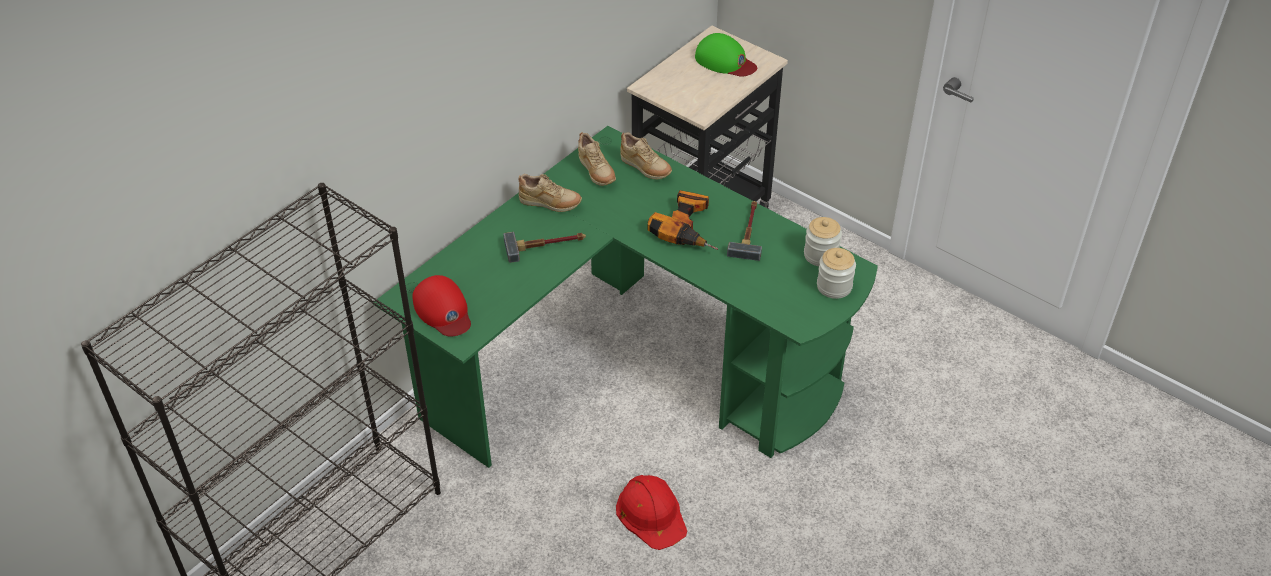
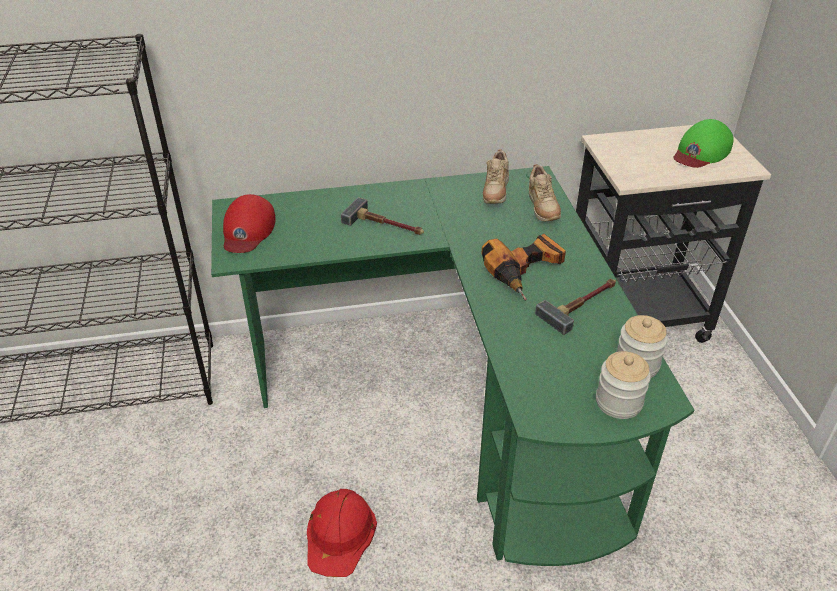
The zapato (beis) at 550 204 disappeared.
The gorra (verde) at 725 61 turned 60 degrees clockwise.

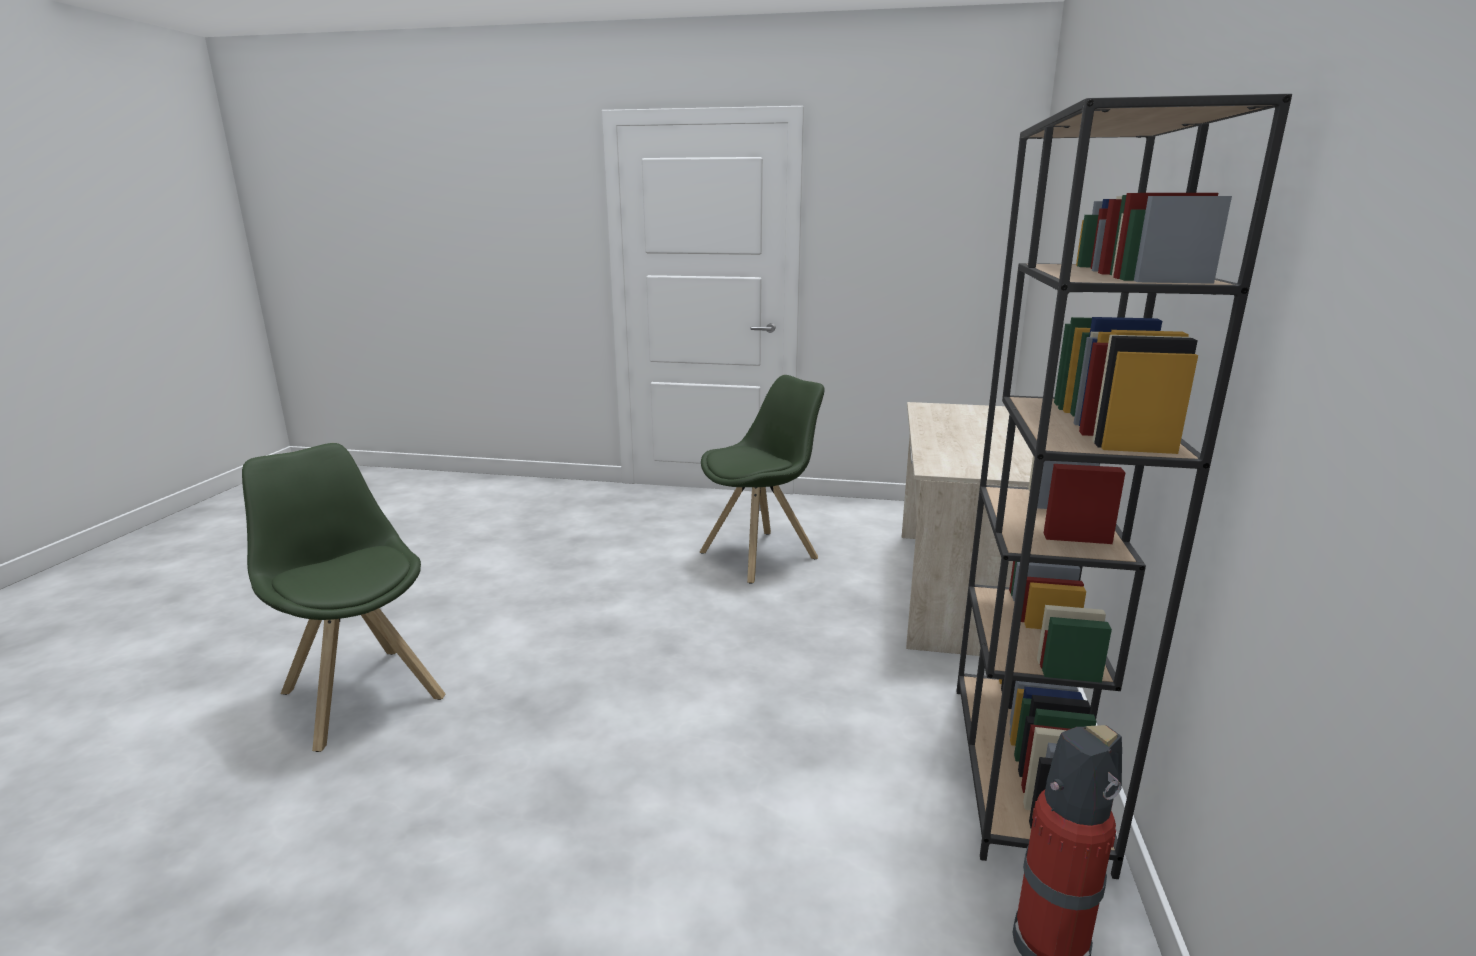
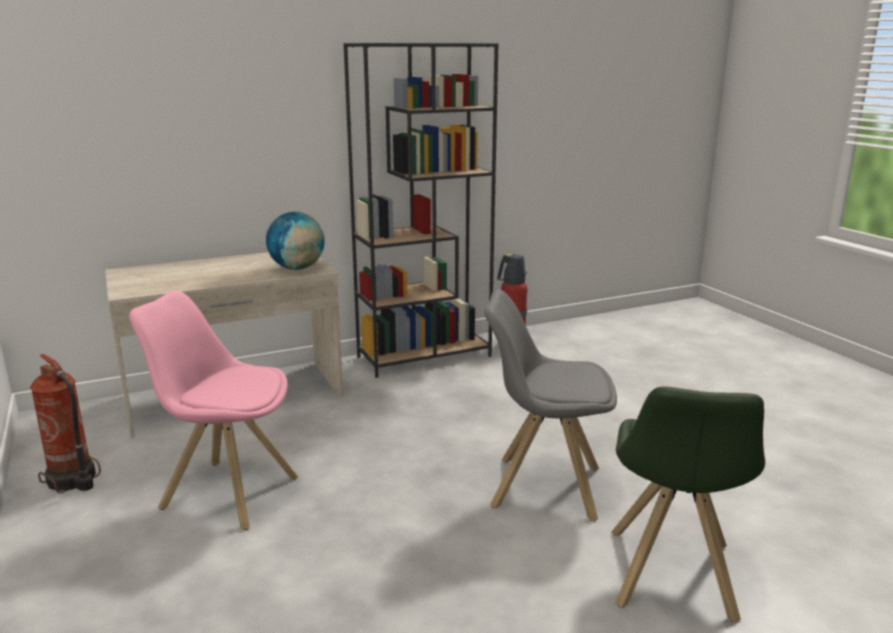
The silla (verde) at 760 555 became the silla (rosa) at 228 492.
The extintor at 72 481 appeared.
The globo terráqueo at 297 268 appeared.
The silla (gris) at 545 487 appeared.

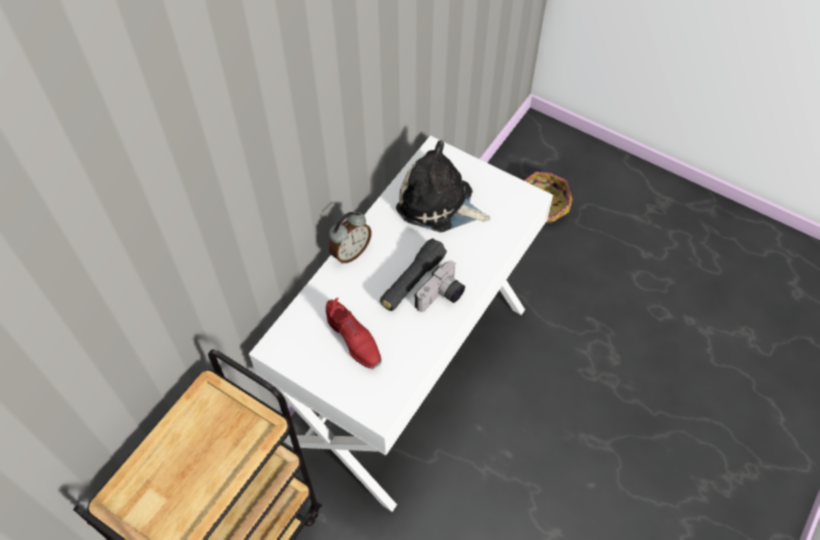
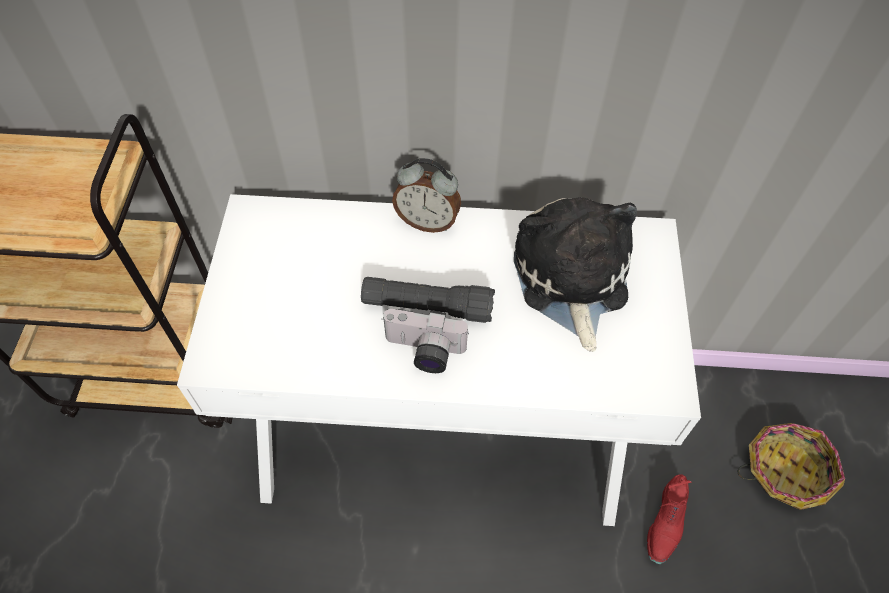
The zapato (rojo) moved from 354 340 to 666 523.

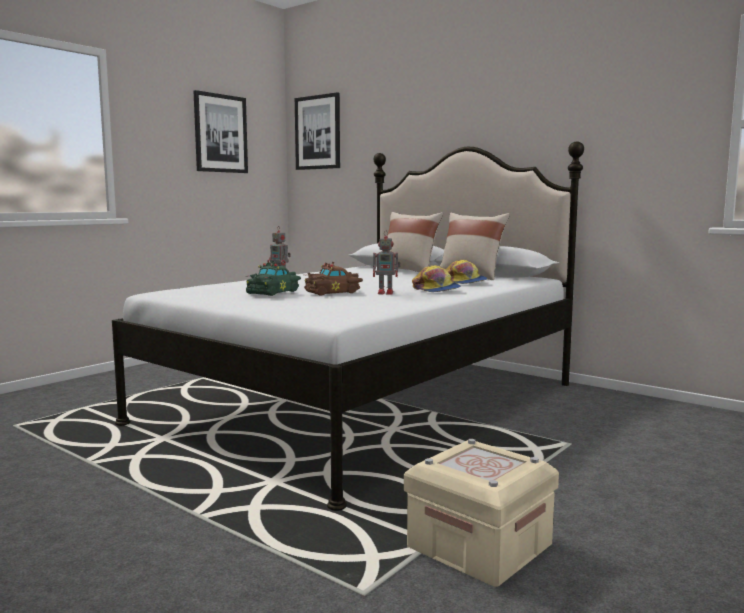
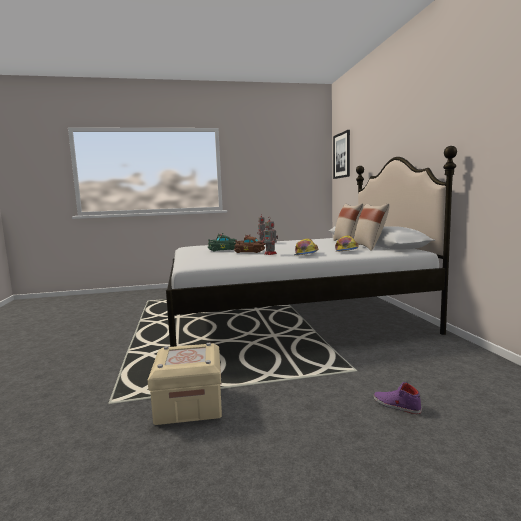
The cuadro at 220 133 disappeared.
The zapato (morado) at 396 405 appeared.

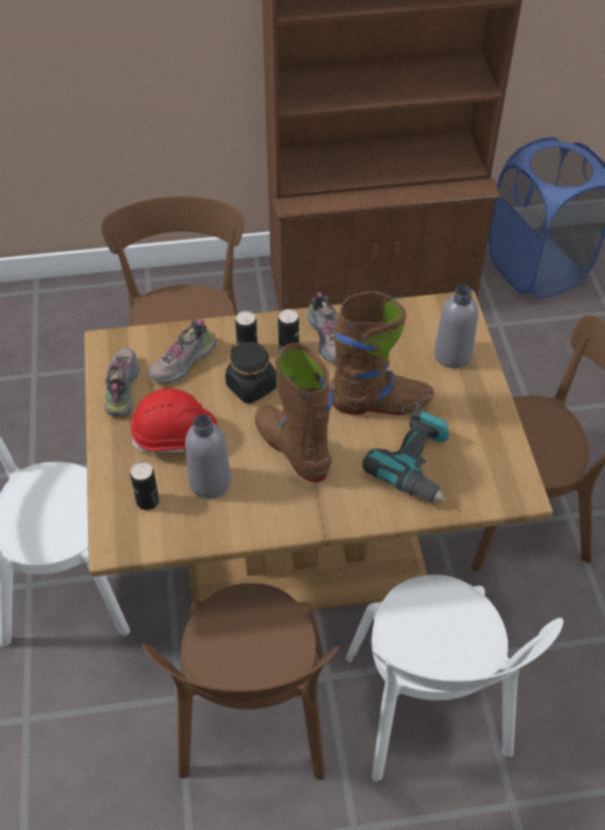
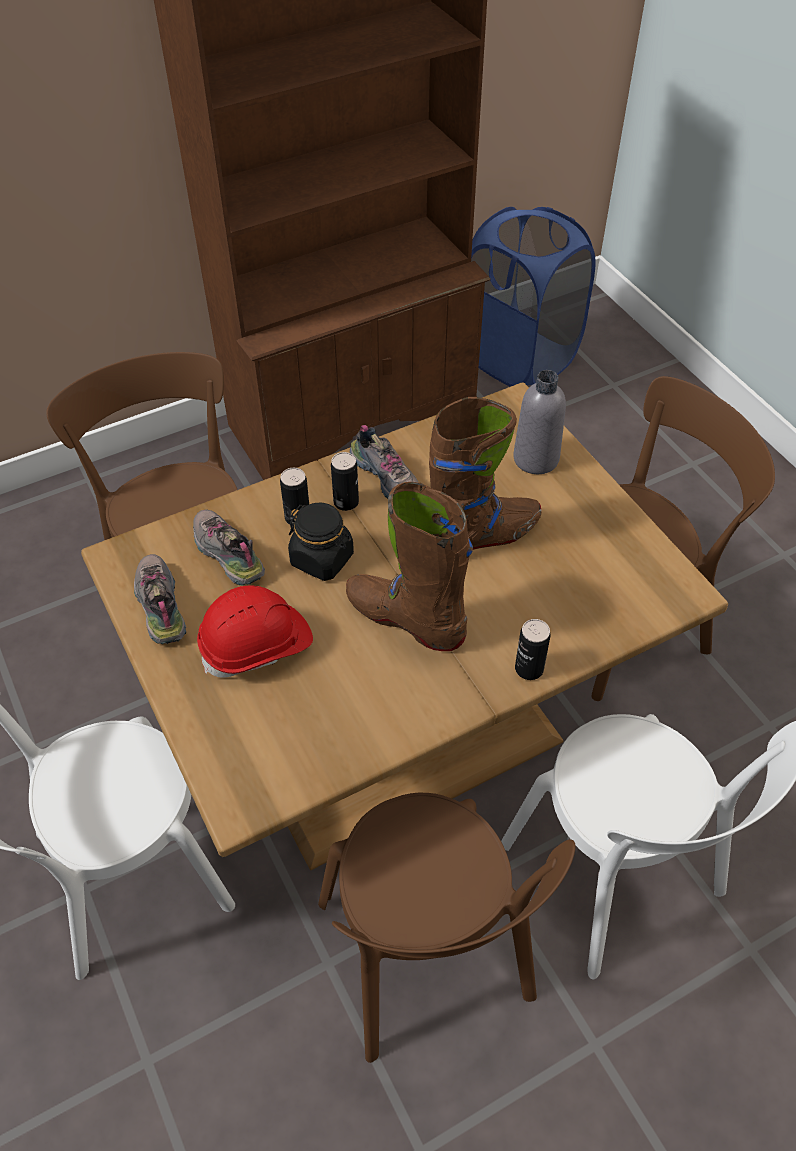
The lata moved from 147 501 to 529 669.
The zapato at 183 363 turned 120 degrees clockwise.
The botella (gris) at 210 482 disappeared.
The taladro at 417 465 disappeared.

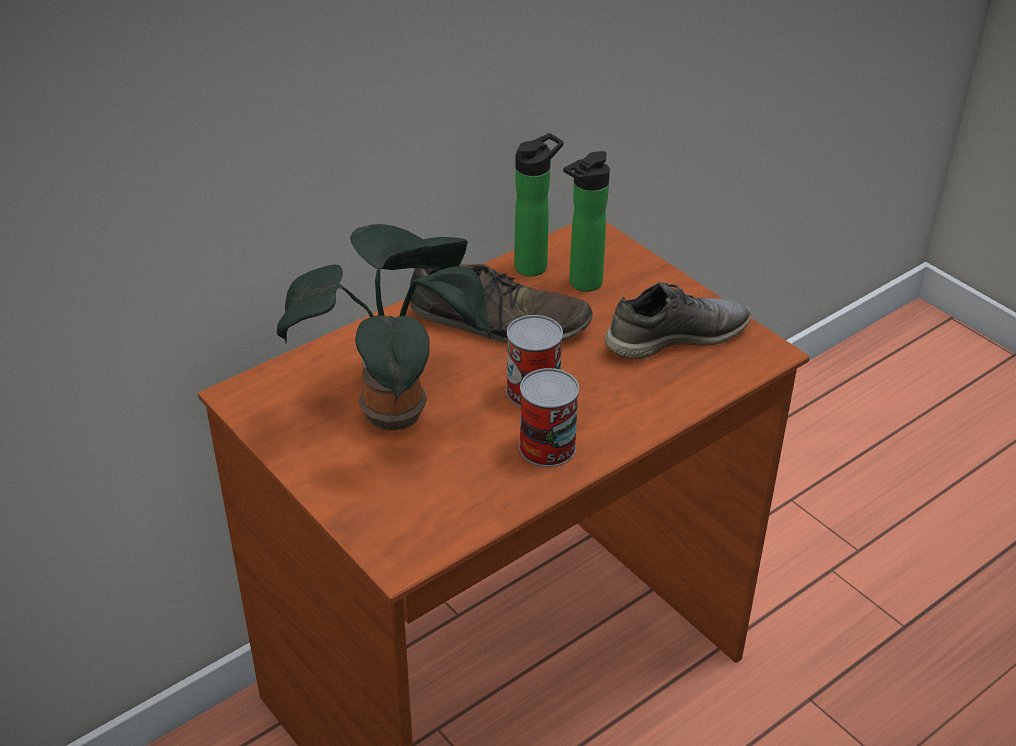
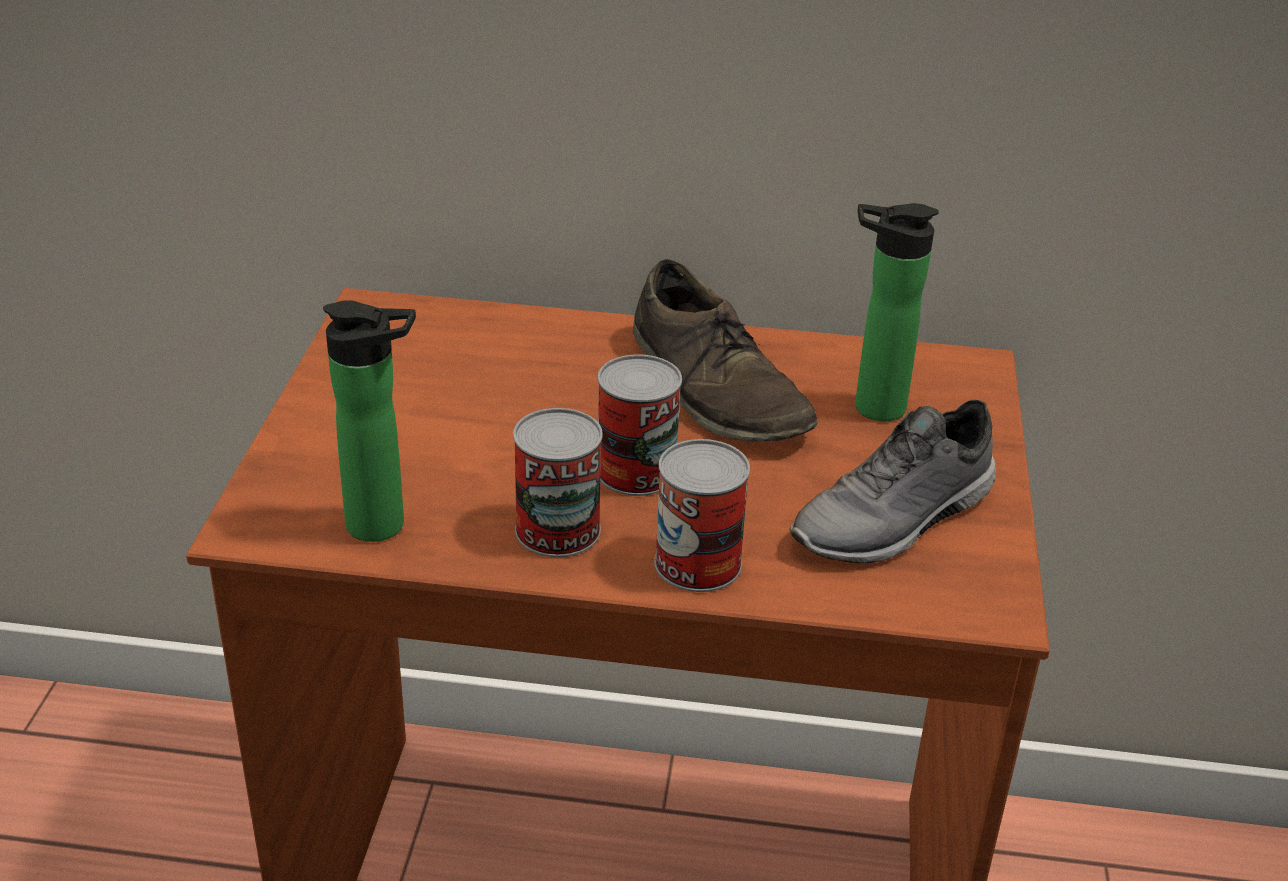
The planta en maceta at 397 410 disappeared.
The botella moved from 535 265 to 384 526.
The zapato (gris) at 675 336 turned 120 degrees clockwise.
The lata at 697 563 appeared.

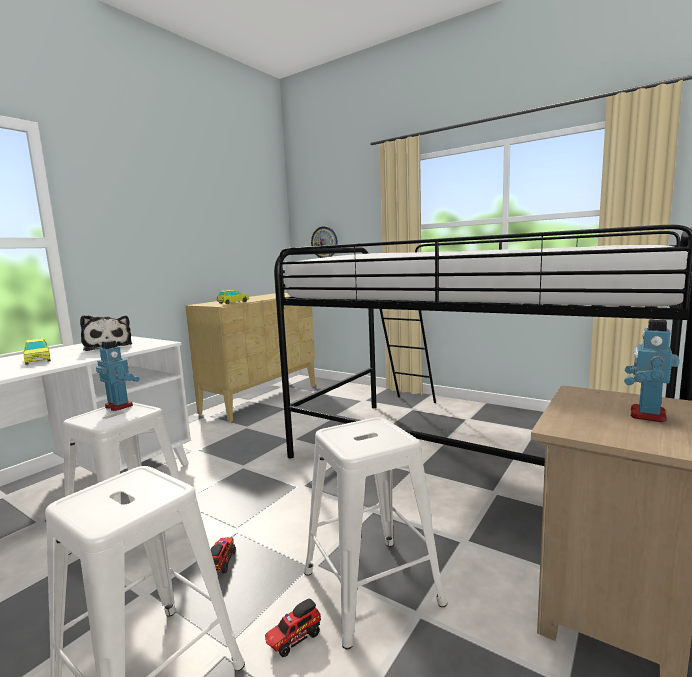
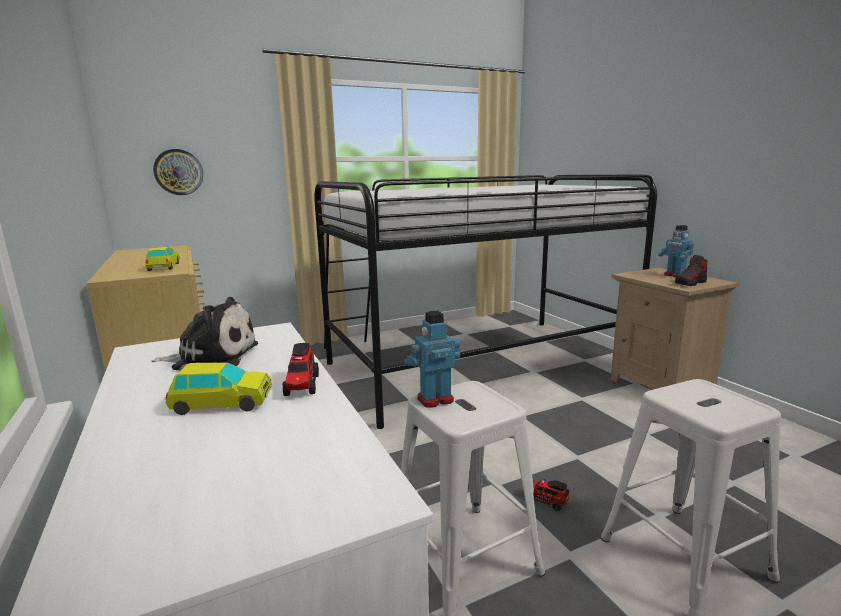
The camión de juguete moved from 293 639 to 302 386.
The taburete (blanco) at 371 588 disappeared.
The zapato at 690 283 appeared.

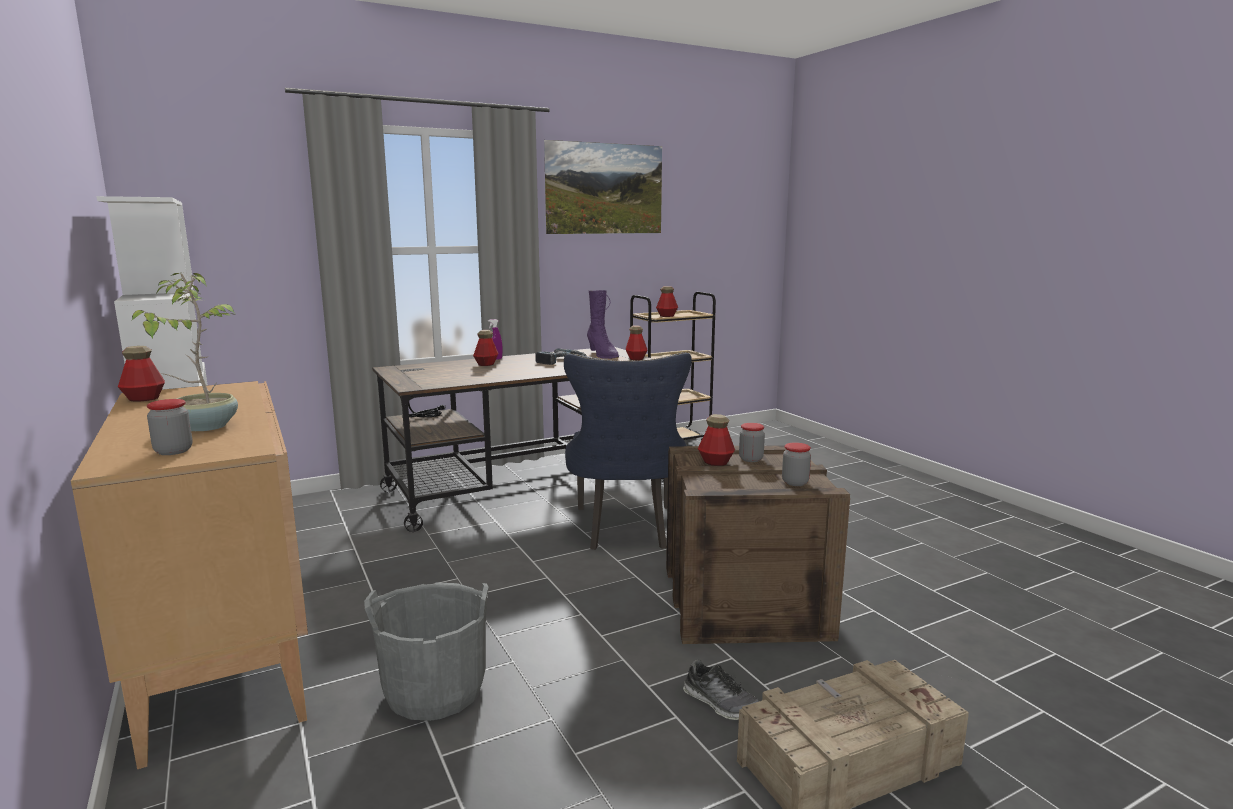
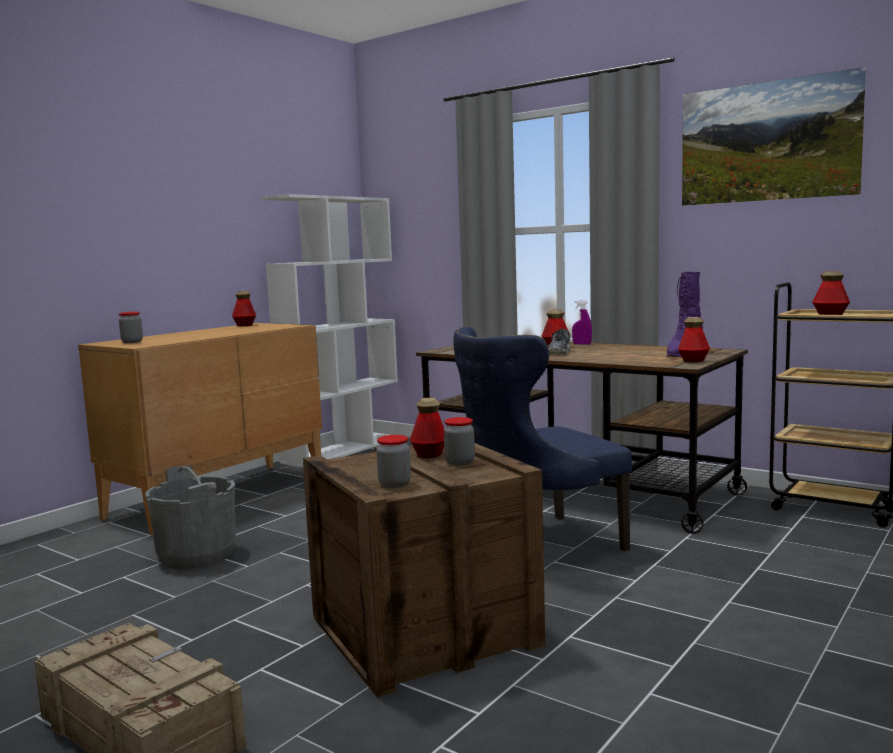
The planta en maceta at 204 426 disappeared.
The taladro at 560 361 disappeared.
The zapato moved from 720 703 to 559 352.

